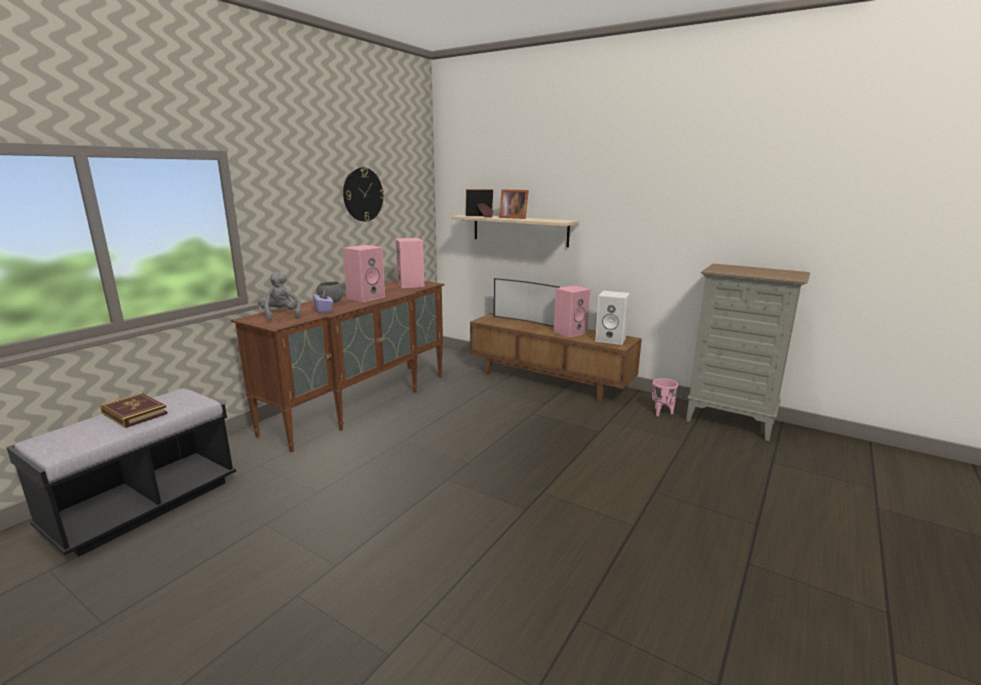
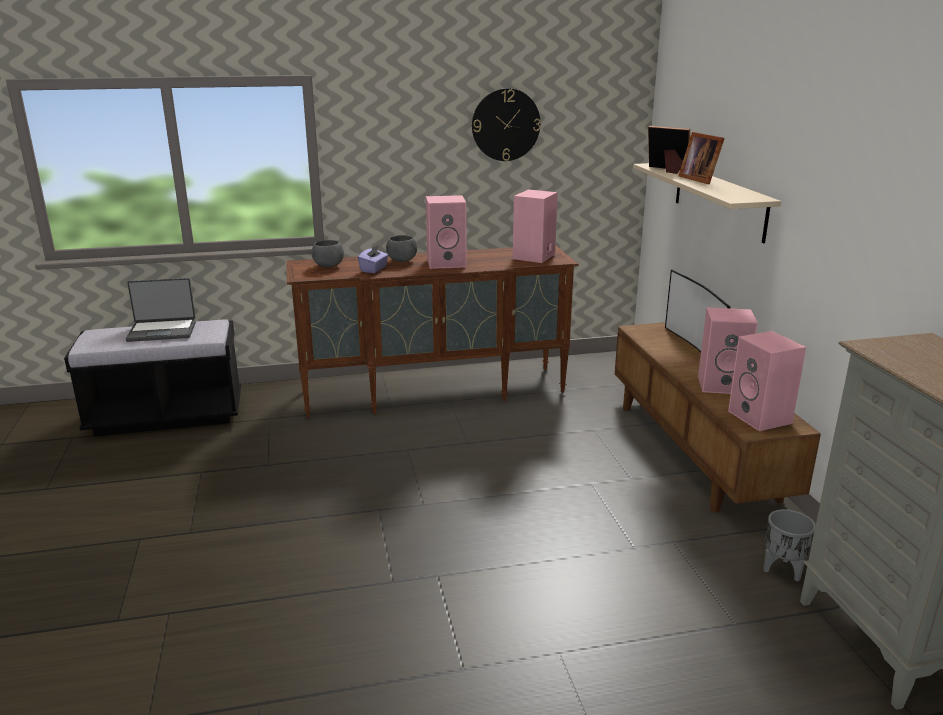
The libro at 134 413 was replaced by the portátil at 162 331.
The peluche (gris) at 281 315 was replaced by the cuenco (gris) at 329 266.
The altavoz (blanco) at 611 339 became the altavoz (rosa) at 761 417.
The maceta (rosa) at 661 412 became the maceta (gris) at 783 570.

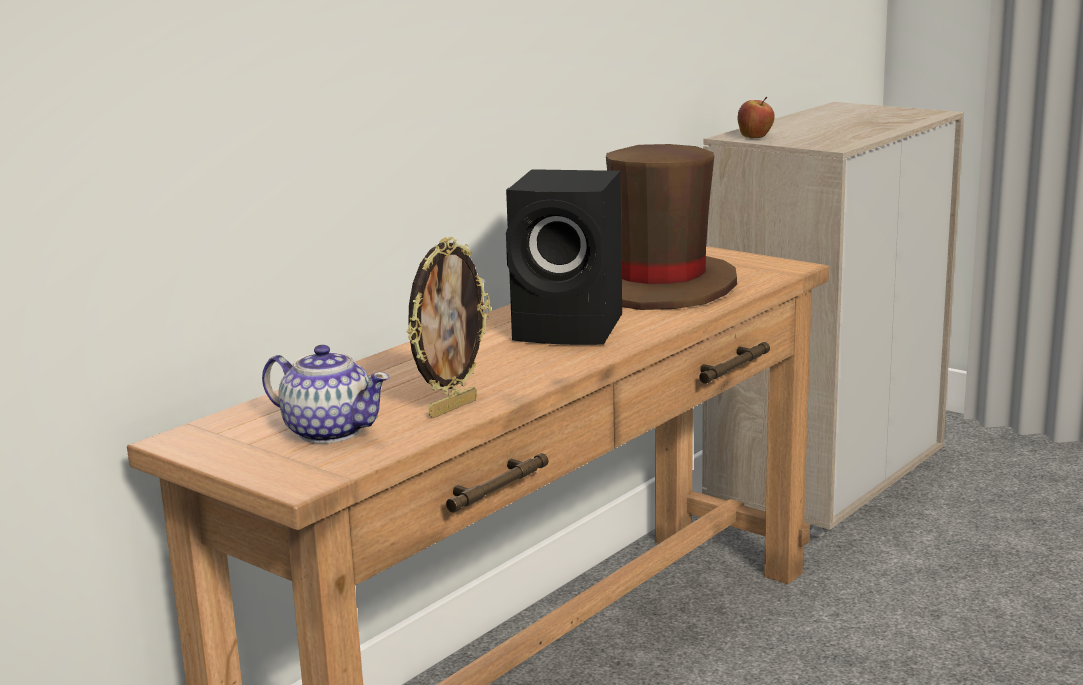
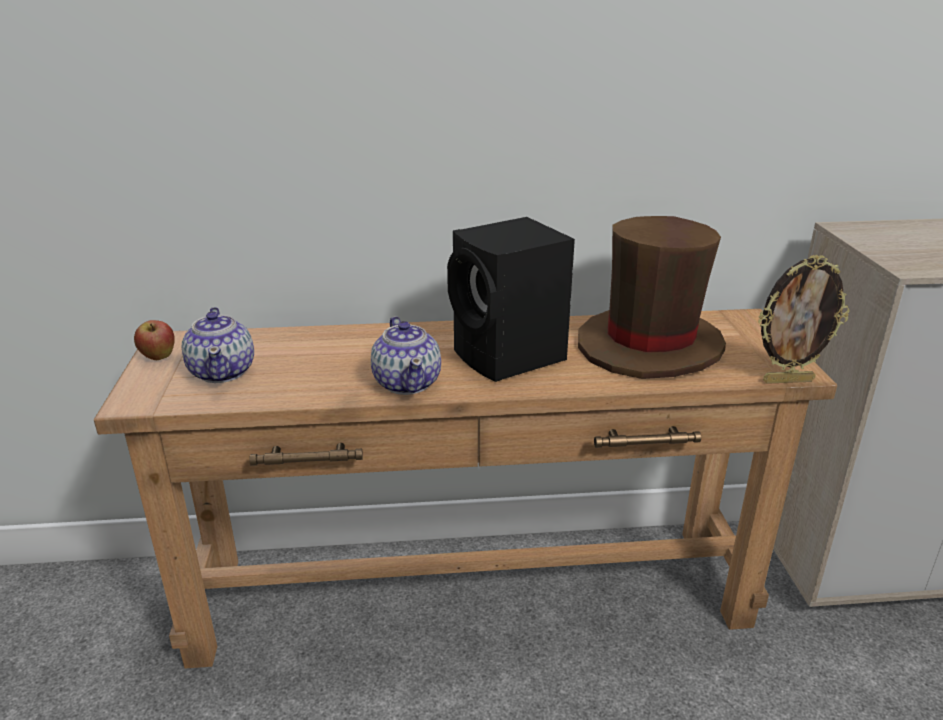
The portarretratos moved from 451 407 to 787 380.
The manzana moved from 755 137 to 158 357.
The tetera at 407 382 appeared.

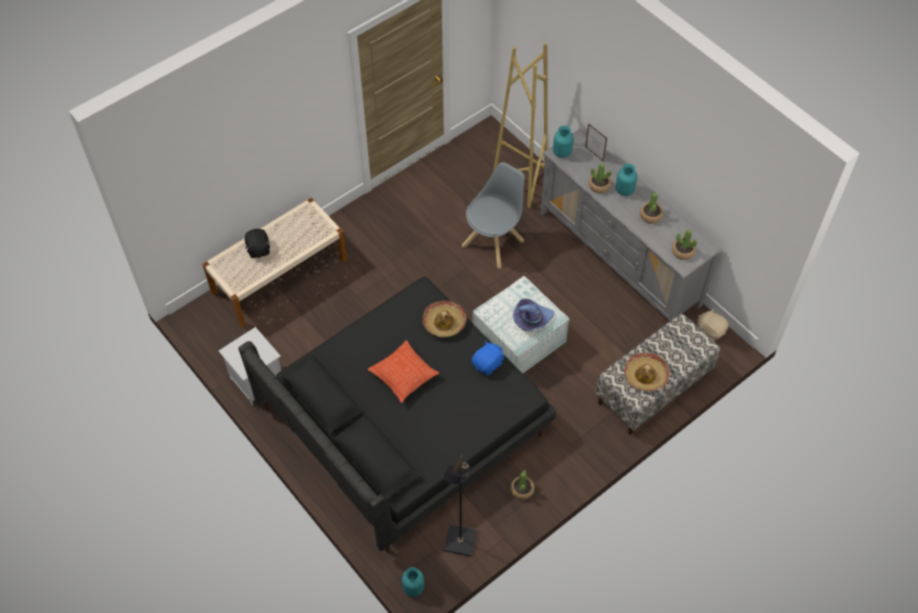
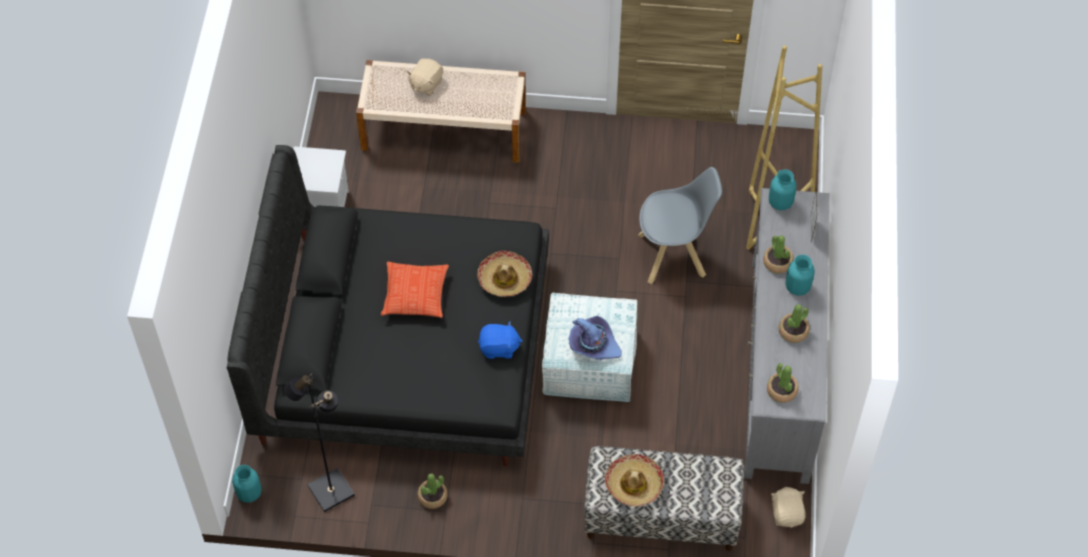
The peluche (negro) at 258 249 became the peluche (beis) at 426 84.

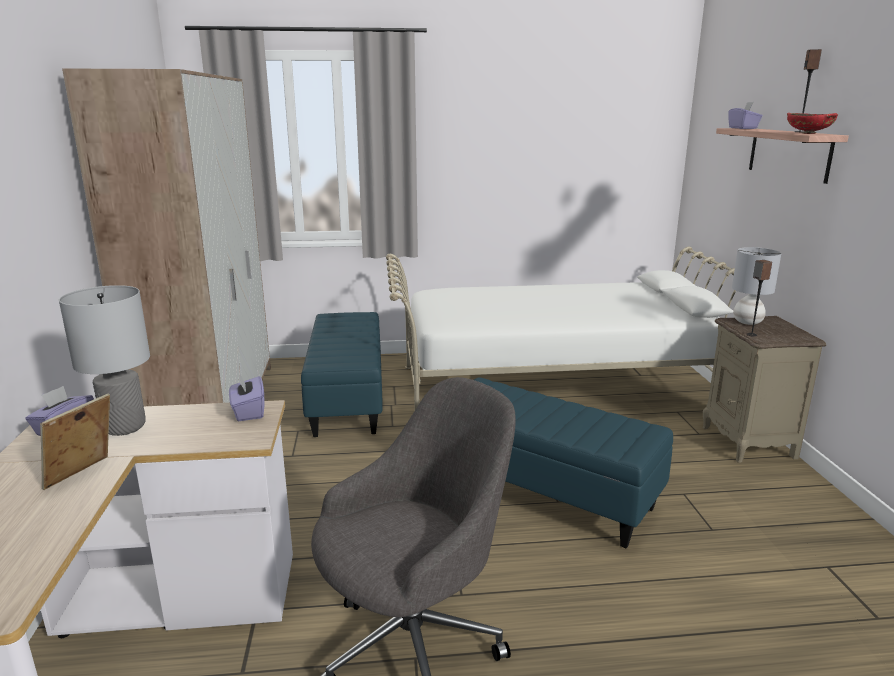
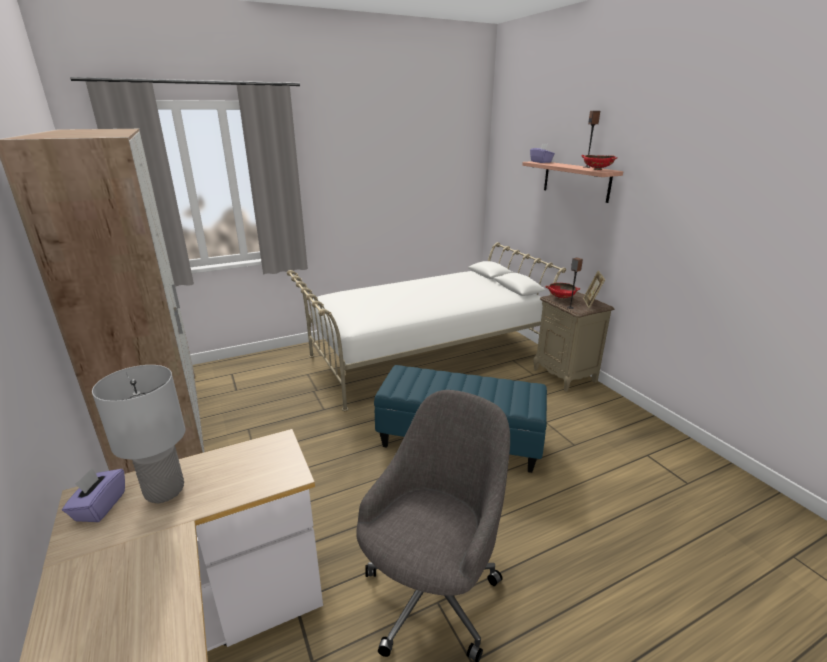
The portarretratos moved from 83 476 to 591 303.
The caja de pañuelos (morado) at 248 412 disappeared.
The puf (azul) at 348 399 disappeared.
The lámpara de mesa (gris) at 747 322 was replaced by the cuenco (rojo) at 561 298.

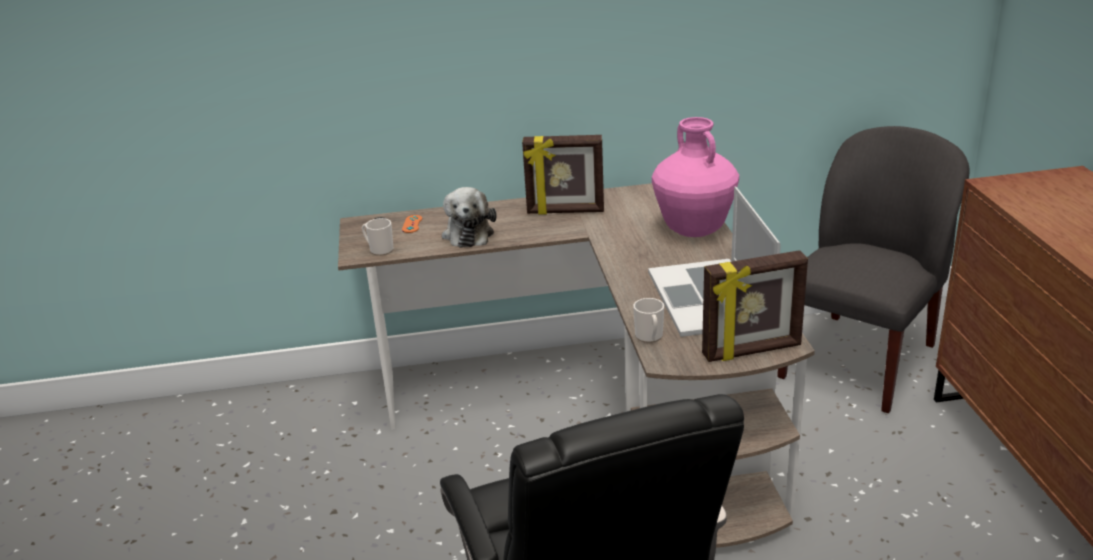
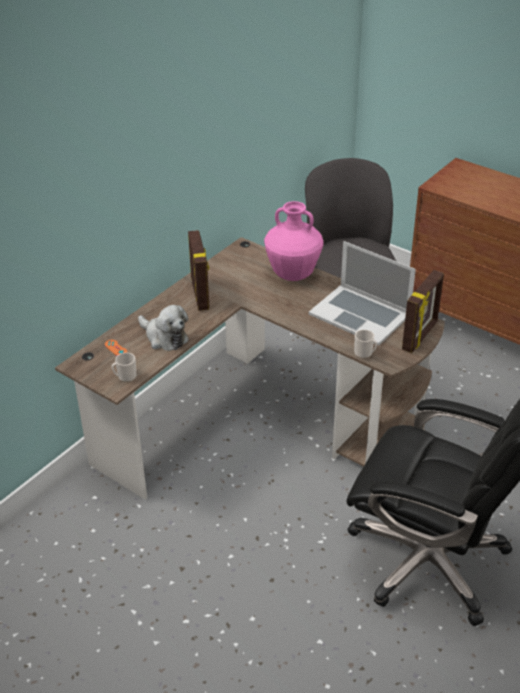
The portarretratos at 565 211 turned 60 degrees counterclockwise.

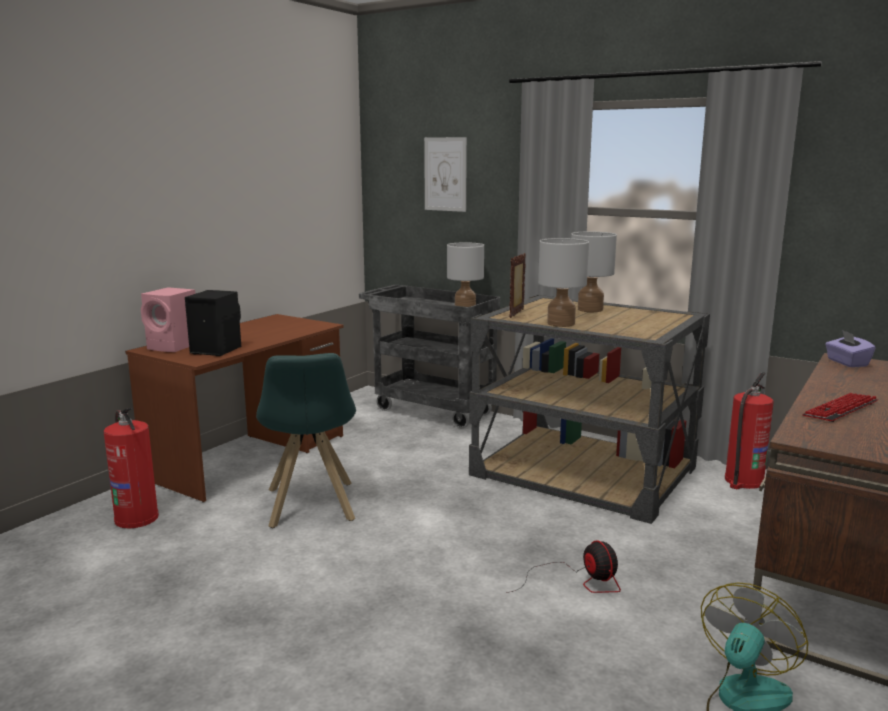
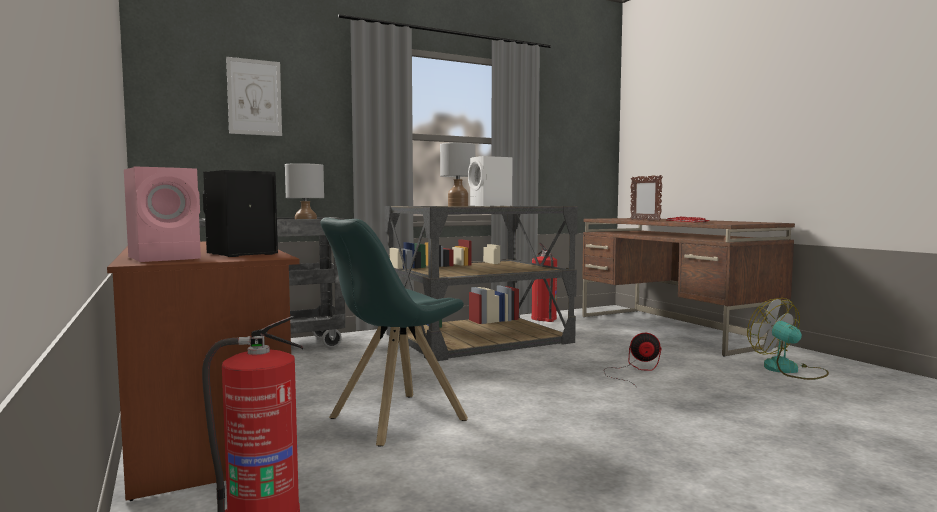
The silla (turquesa) at 311 505 turned 120 degrees clockwise.
The portarretratos moved from 517 313 to 645 220.
The lámpara de mesa (gris) at 560 324 was replaced by the altavoz (blanco) at 491 206.
The caja de pañuelos (morado) at 846 363 disappeared.

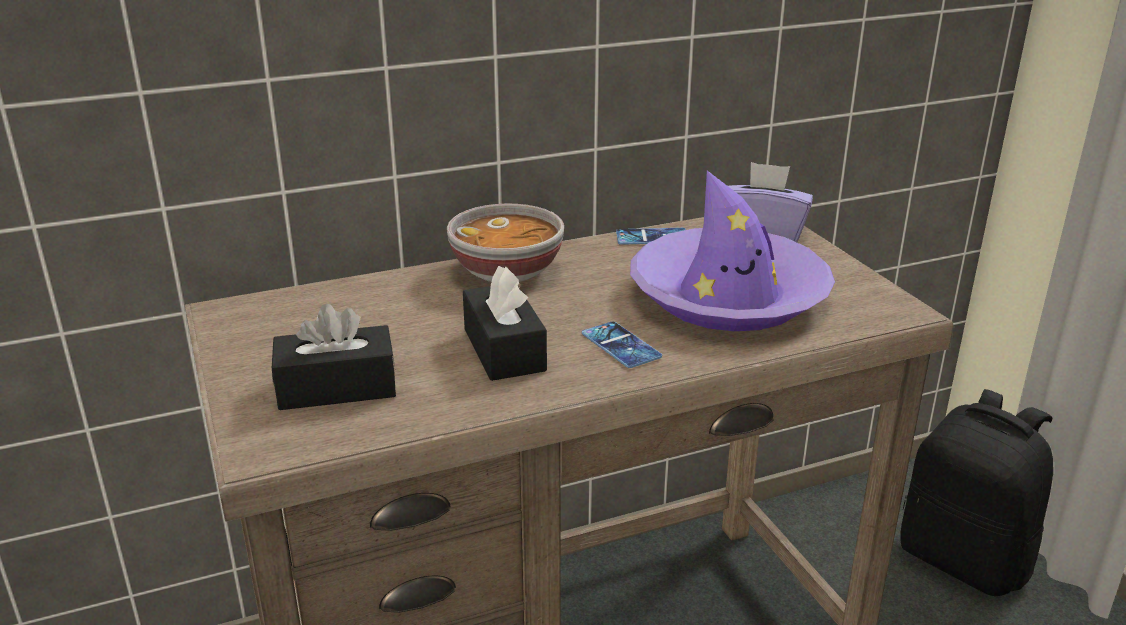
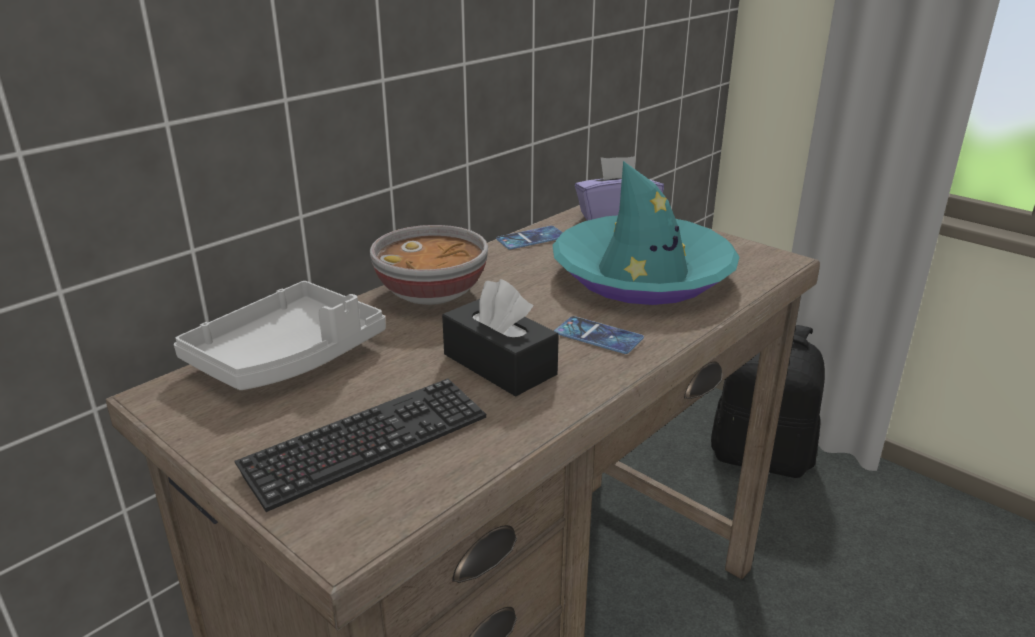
The caja de pañuelos (negro) at 337 388 was replaced by the teclado at 367 444.
The sombrero (morado) at 729 296 became the sombrero (turquesa) at 642 274.
The bandeja (gris) at 288 357 appeared.

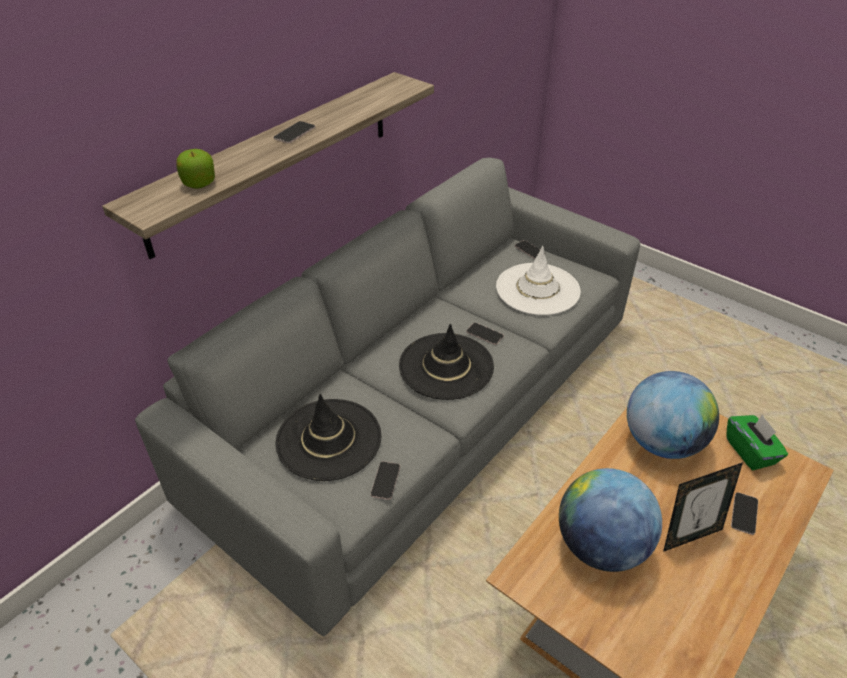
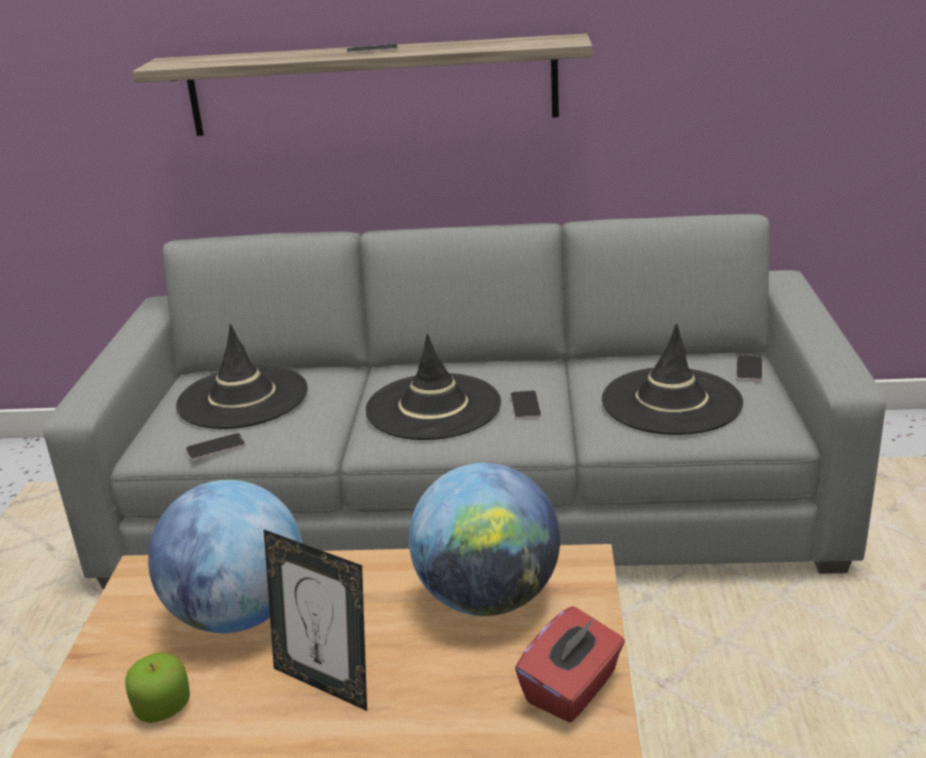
The manzana moved from 199 183 to 163 707.
The sombrero (blanco) at 537 289 became the sombrero (negro) at 671 402.
The caja de pañuelos (verde) at 750 452 became the caja de pañuelos (rojo) at 572 689.
The móvil at 744 513 disappeared.

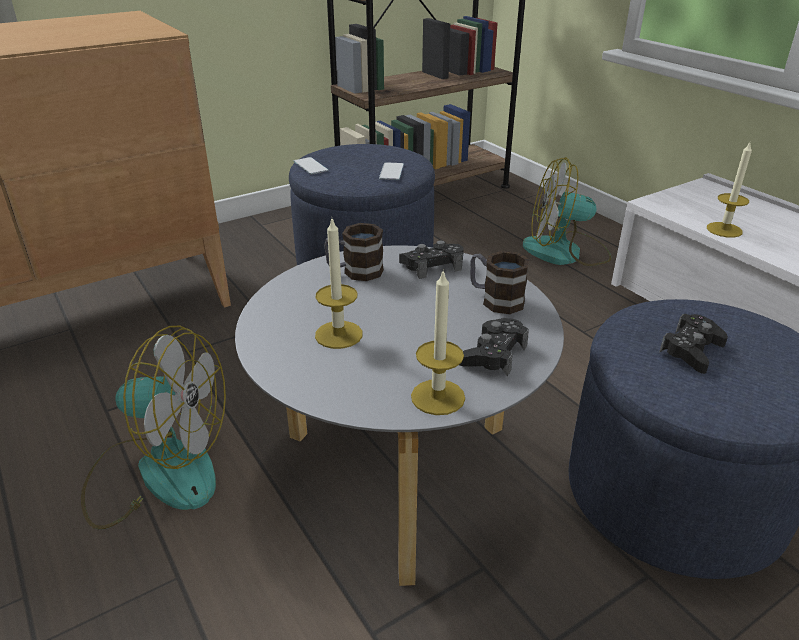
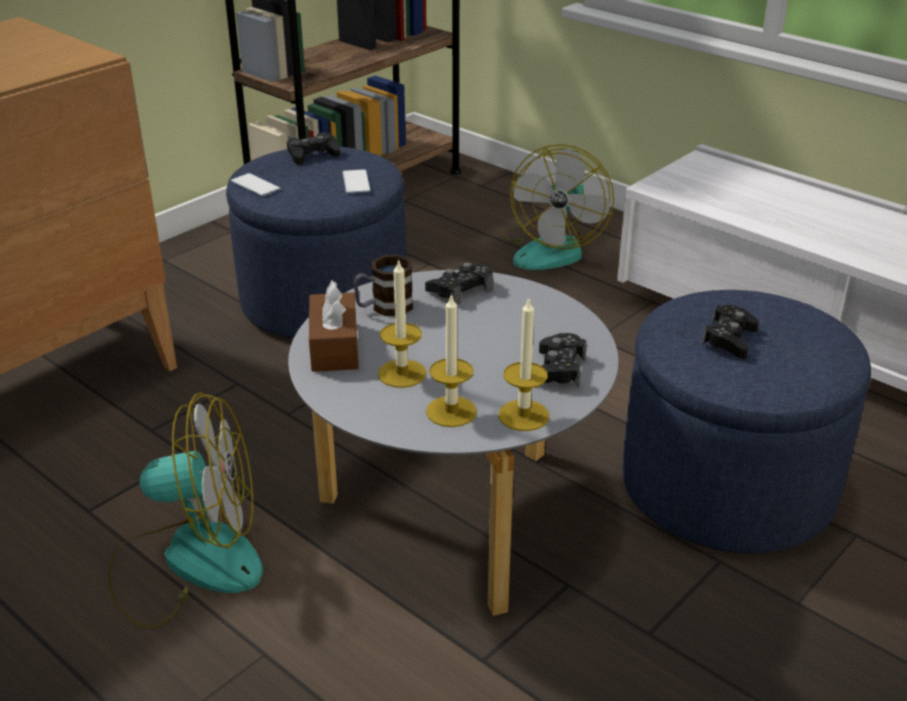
The taza grande at 495 299 disappeared.
The ventilador at 565 252 turned 60 degrees counterclockwise.
The vela moved from 724 230 to 451 411.
The mando de consola (negro) at 312 155 appeared.
The caja de pañuelos (marrón) at 334 347 appeared.

